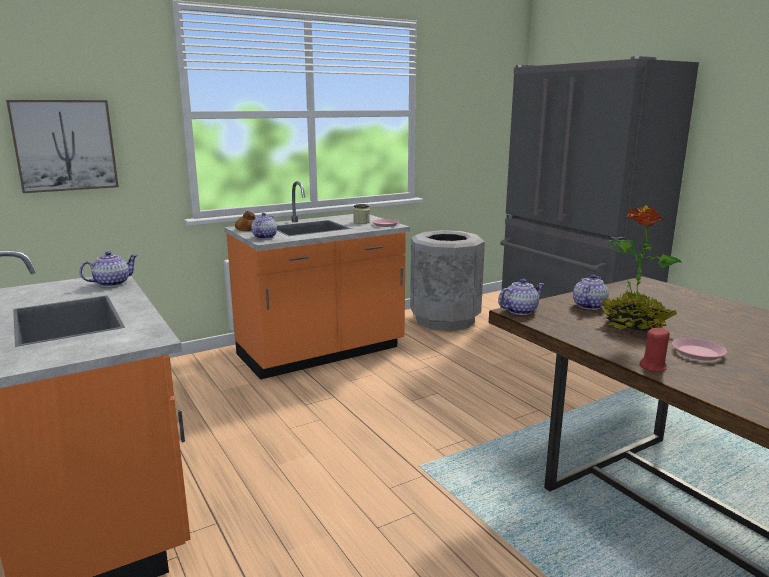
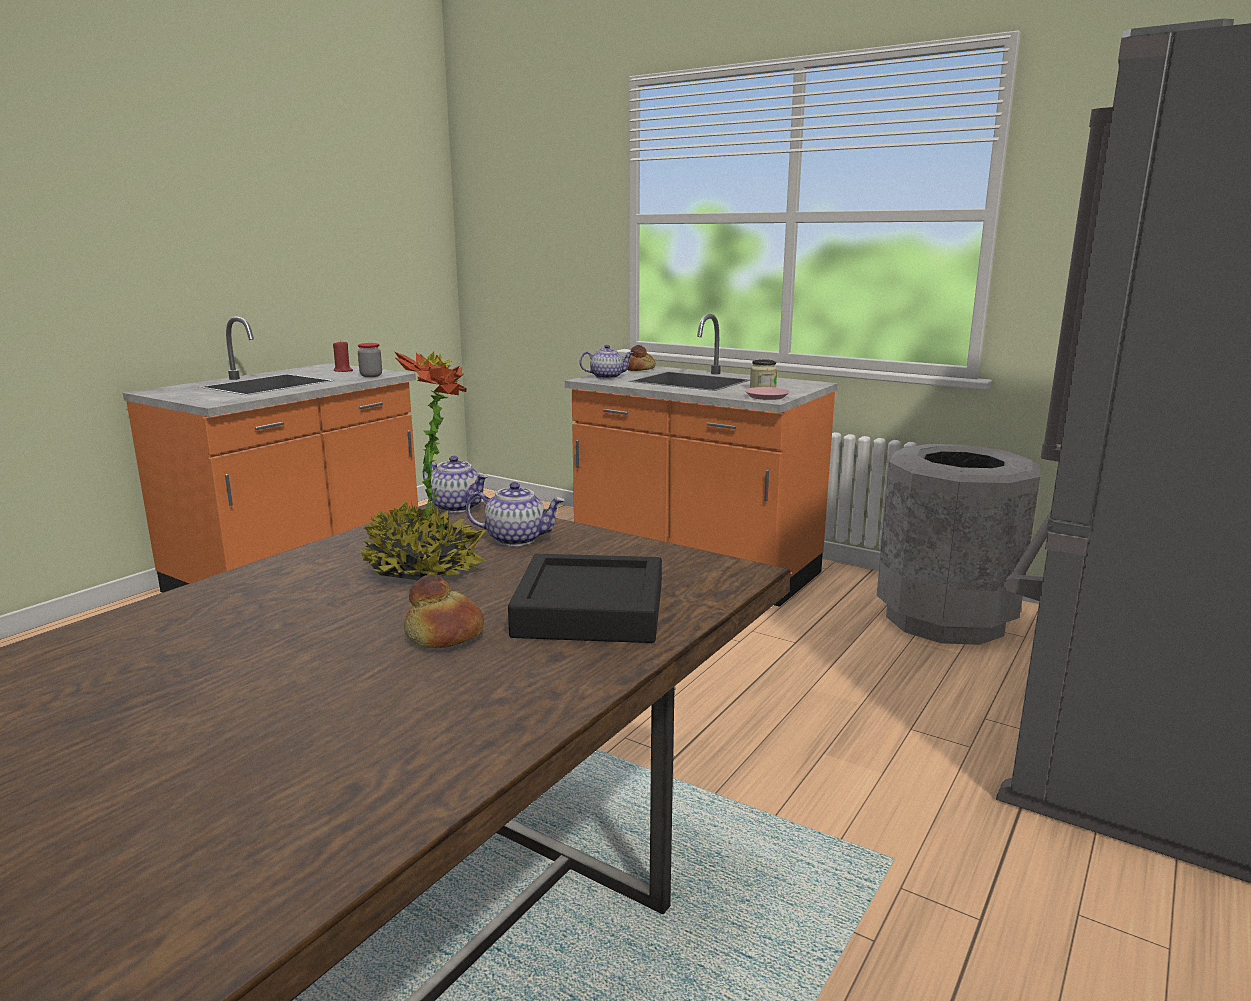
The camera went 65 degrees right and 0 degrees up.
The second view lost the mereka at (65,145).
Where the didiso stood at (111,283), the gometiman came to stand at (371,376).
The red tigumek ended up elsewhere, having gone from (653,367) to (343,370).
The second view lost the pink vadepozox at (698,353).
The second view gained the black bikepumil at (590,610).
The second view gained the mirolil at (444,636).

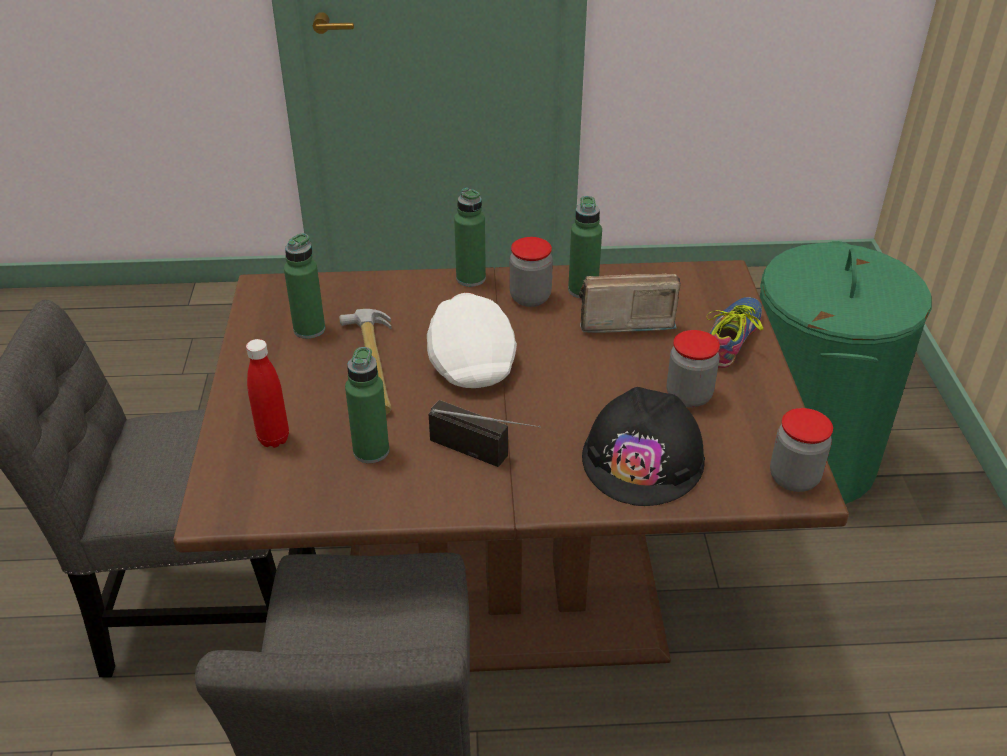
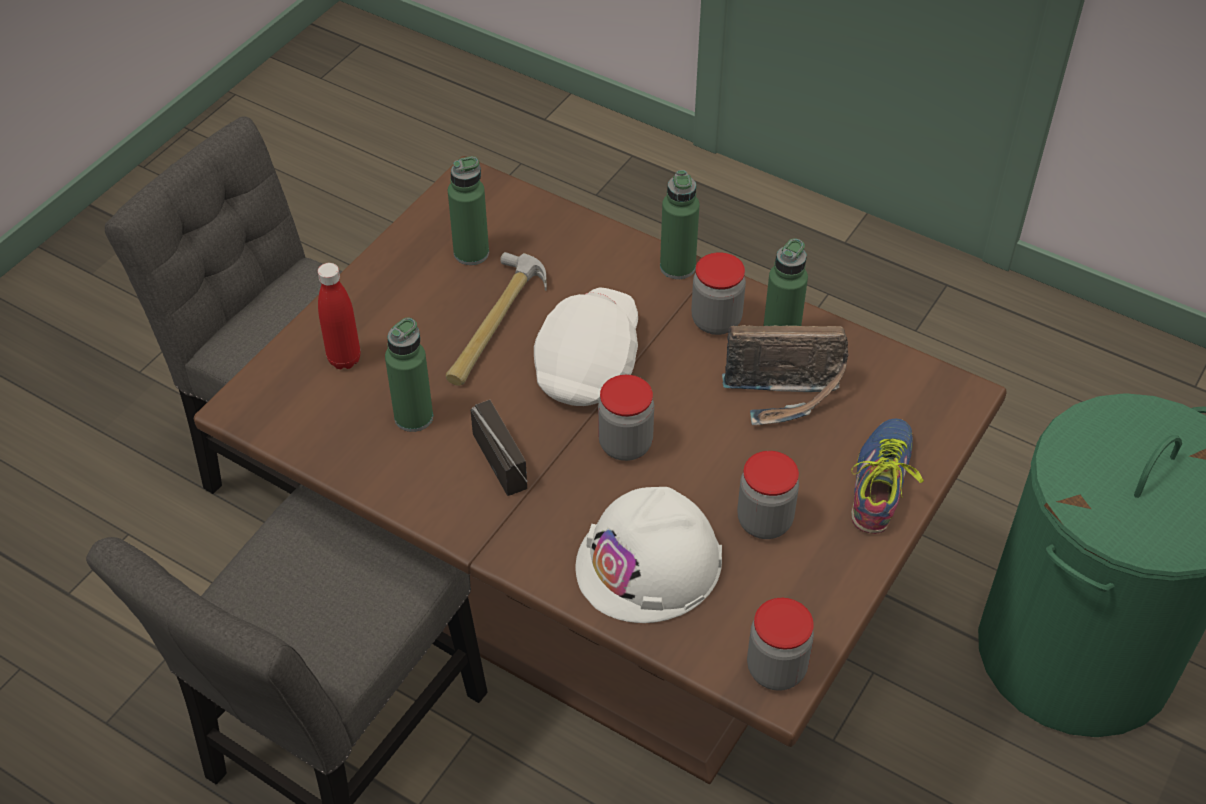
The camera went 35 degrees right and 10 degrees up.
The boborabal at (622,320) ended up facing another way, 150 degrees clockwise from before.
The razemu at (736,339) ended up facing another way, 45 degrees counterclockwise from before.
What was the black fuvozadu at (643,458) turned into the white fuvozadu at (649,563).
The second view gained the gometiman at (625,444).

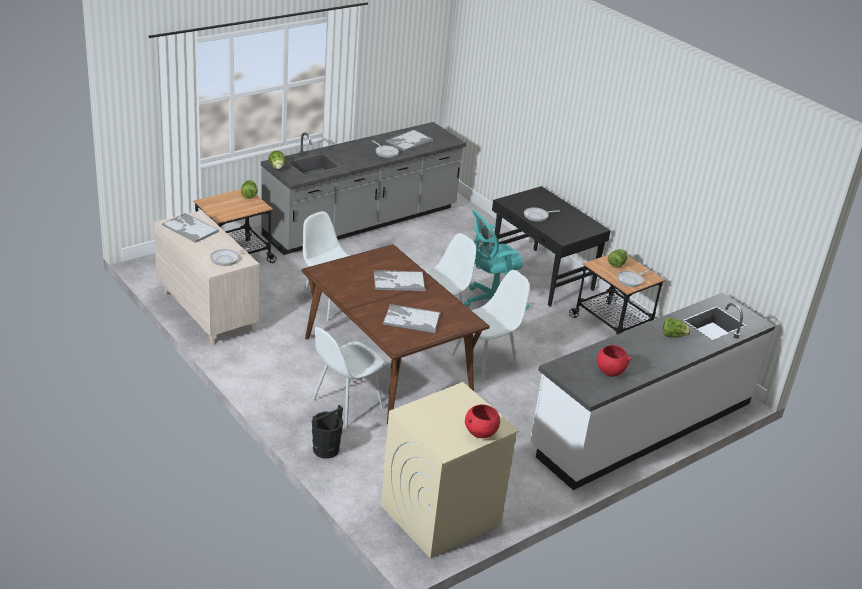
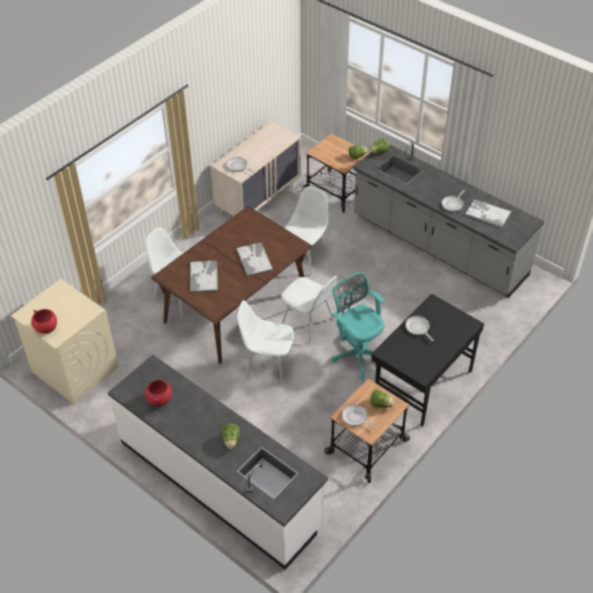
The camera went 80 degrees right and 15 degrees up.
The second view lost the bikepumil at (190,228).
The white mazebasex at (486,361) ended up facing another way, 150 degrees clockwise from before.
The second view lost the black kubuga at (325,449).

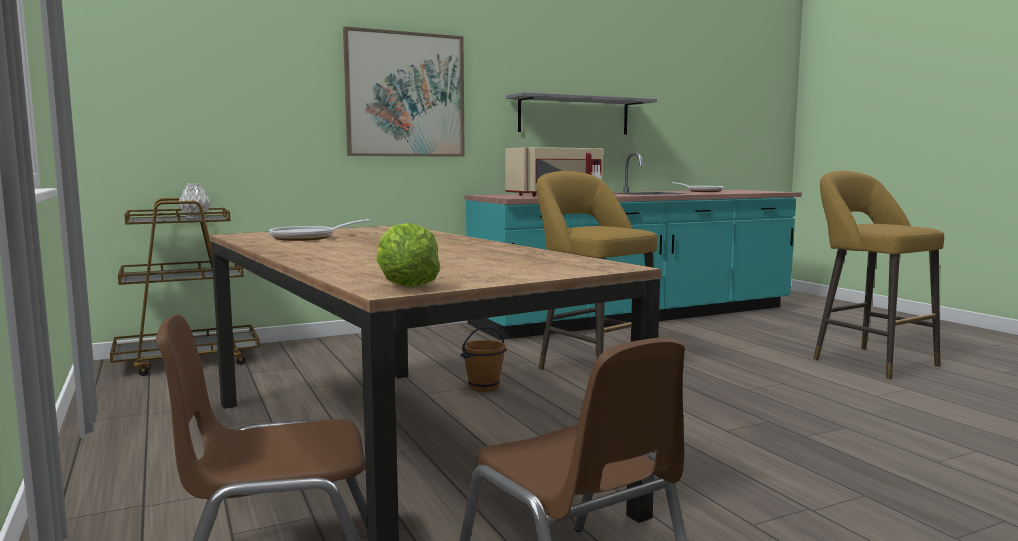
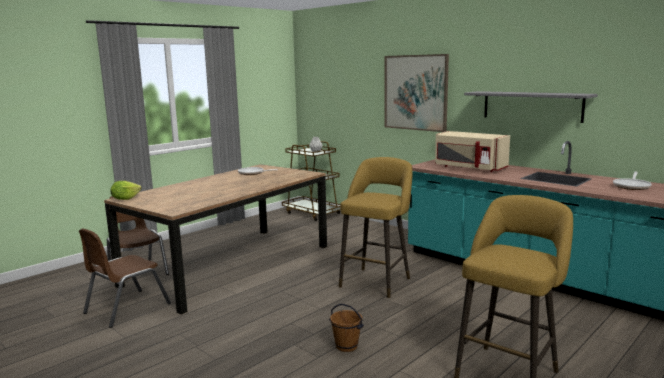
The camera went 70 degrees right and 5 degrees up.
The brown kubuga ended up elsewhere, having gone from (483,387) to (347,346).

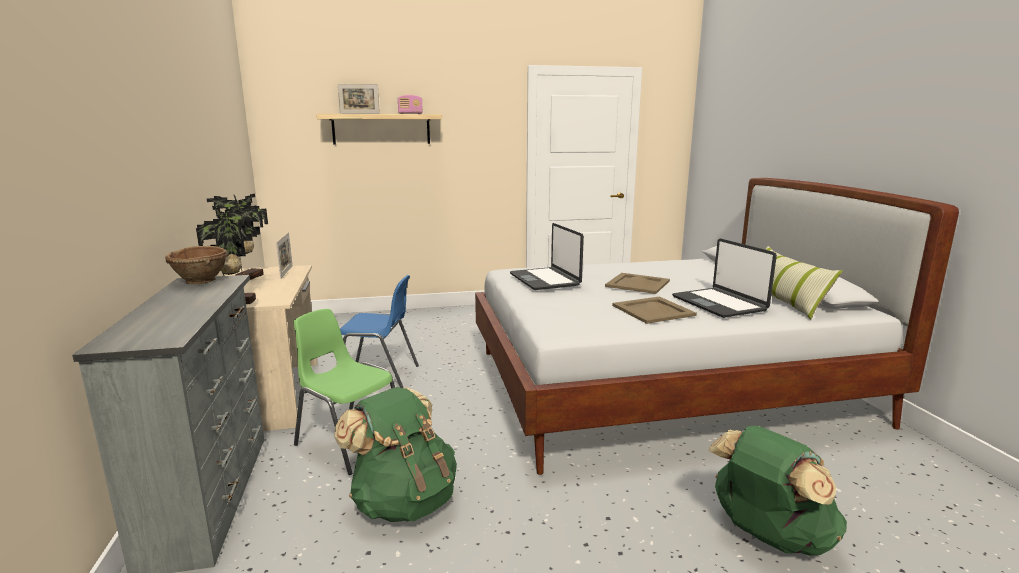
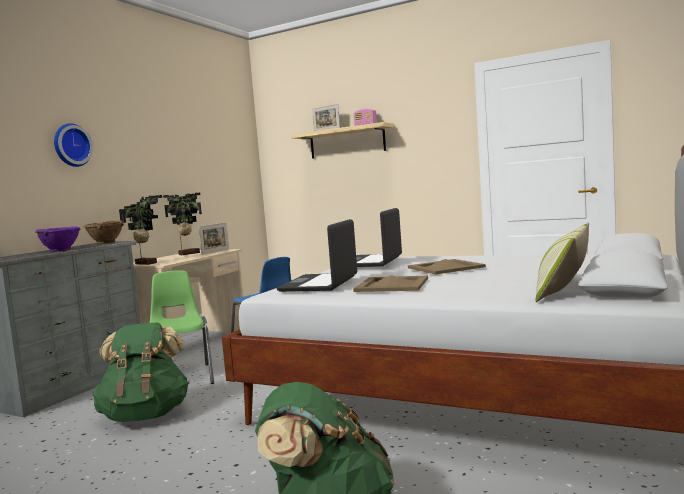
The camera went 40 degrees right and 10 degrees down.
The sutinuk ended up elsewhere, having gone from (719,304) to (320,284).
The second view gained the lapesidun at (71,145).
The second view gained the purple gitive at (60,250).

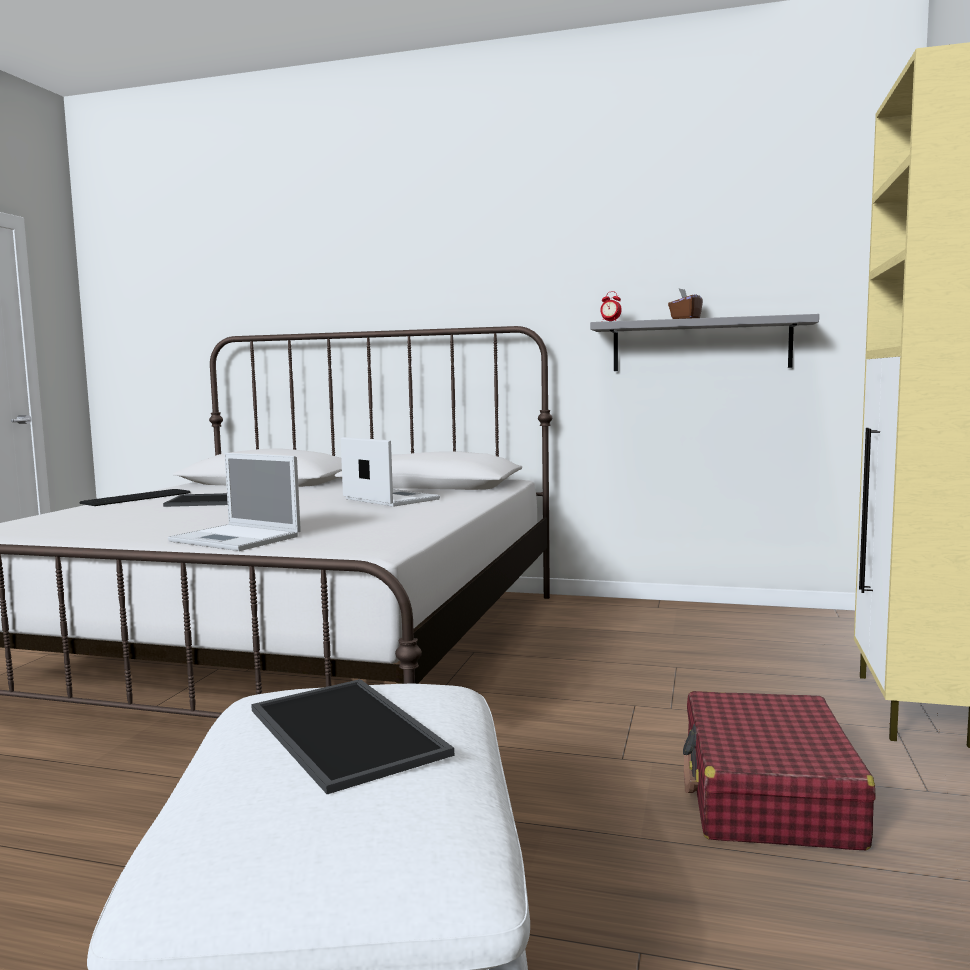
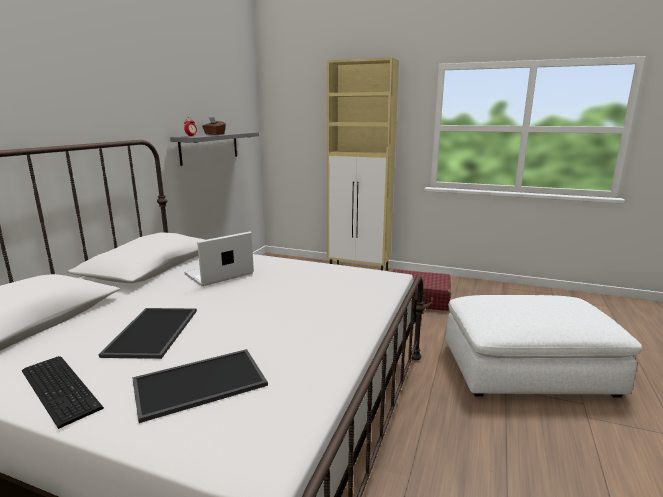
The camera went 85 degrees left and 10 degrees up.
The second view lost the sutinuk at (237,539).
The bikepumil ended up elsewhere, having gone from (341,732) to (198,384).

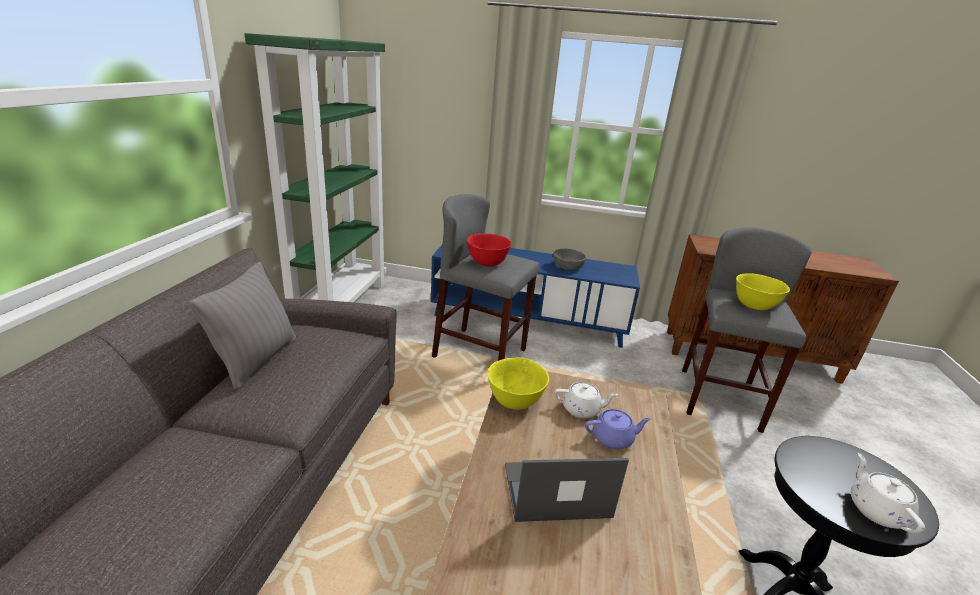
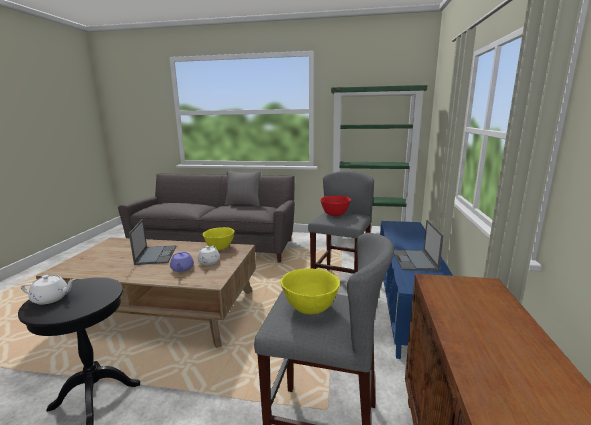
The camera went 90 degrees right and 10 degrees down.
Where the grey gitive stood at (568,266), the sutinuk came to stand at (414,260).

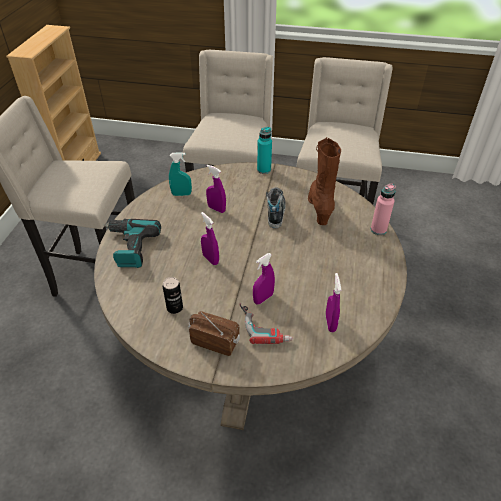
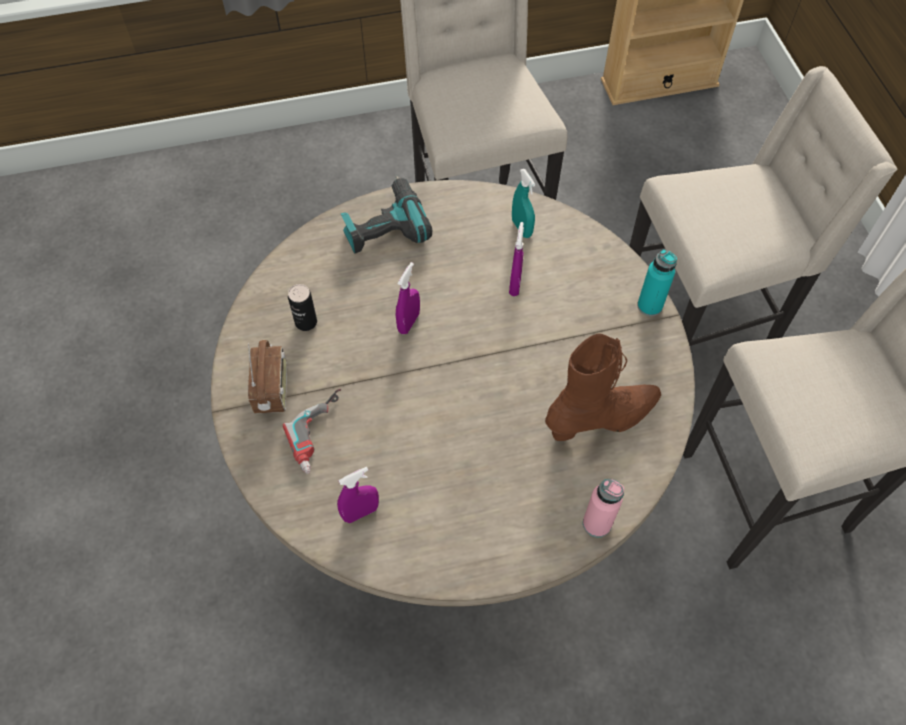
The camera went 65 degrees right and 15 degrees up.
The second view lost the razemu at (275,211).
The second view lost the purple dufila at (263,298).

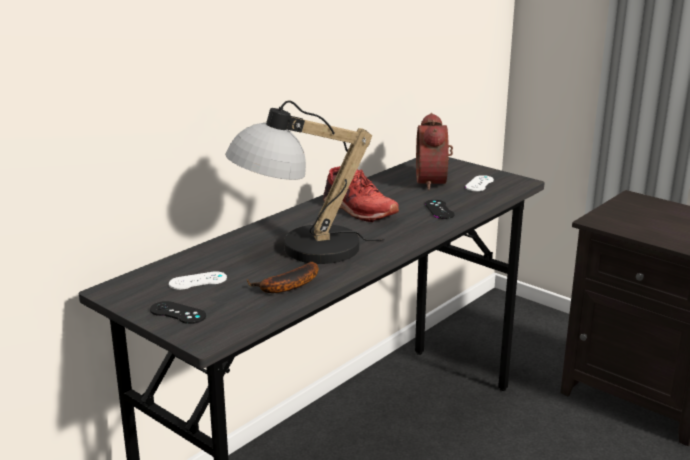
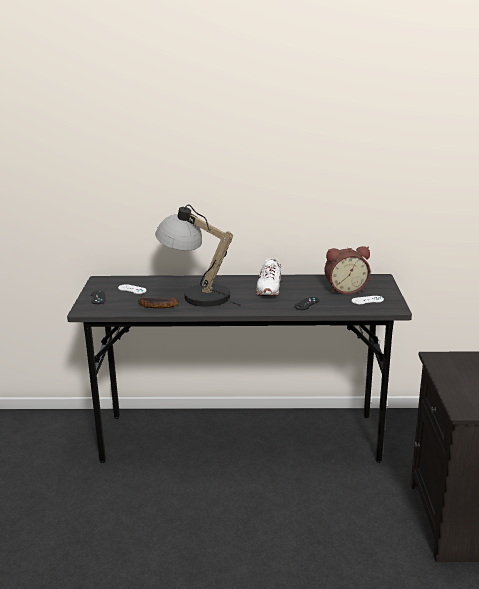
The camera went 50 degrees right and 0 degrees up.
The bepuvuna at (434,182) ended up facing another way, 150 degrees counterclockwise from before.
What was the red razemu at (358,209) turned into the white razemu at (269,287).

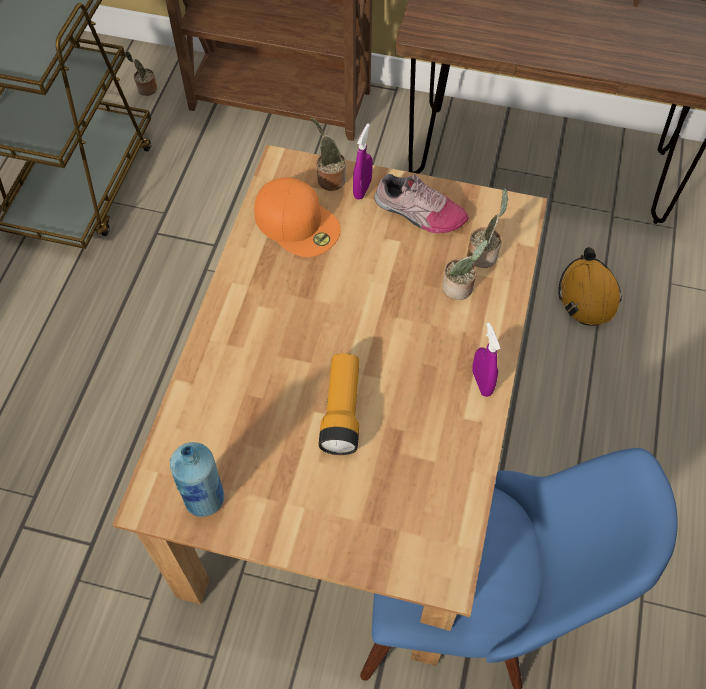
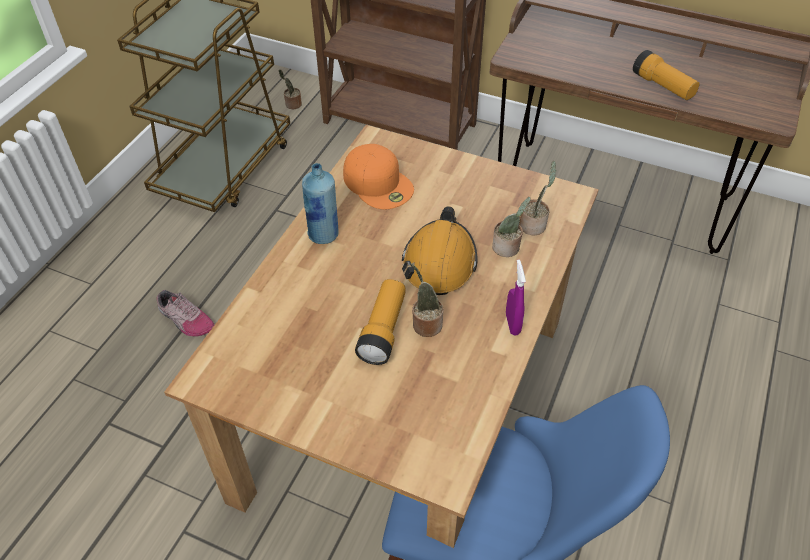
The camera went 10 degrees right and 10 degrees down.
The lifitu ended up elsewhere, having gone from (329,179) to (425,324).
The second view lost the purple dufila at (362,189).
The razemu ended up elsewhere, having gone from (419,213) to (185,320).
The orange fuvozadu ended up elsewhere, having gone from (587,295) to (439,262).
The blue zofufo ended up elsewhere, having gone from (205,499) to (324,235).
The second view gained the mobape at (662,86).

